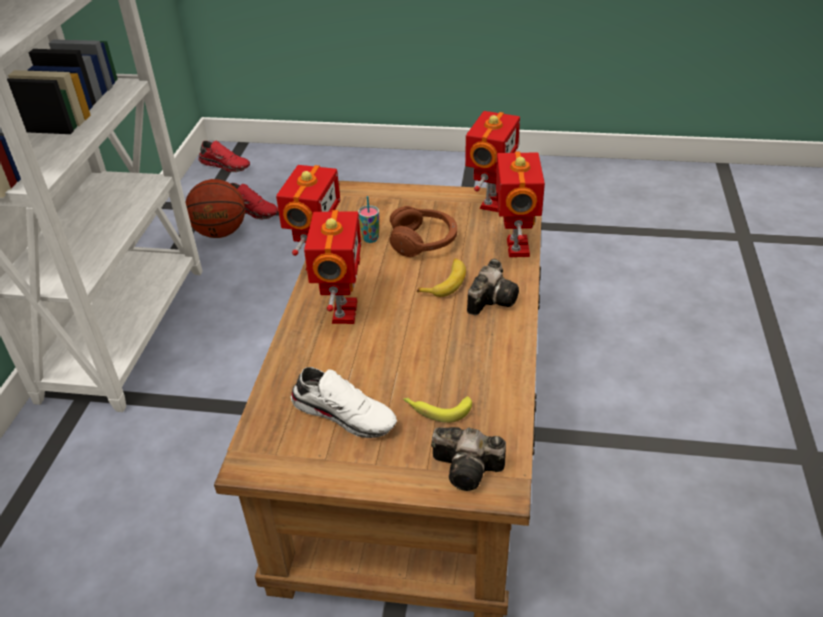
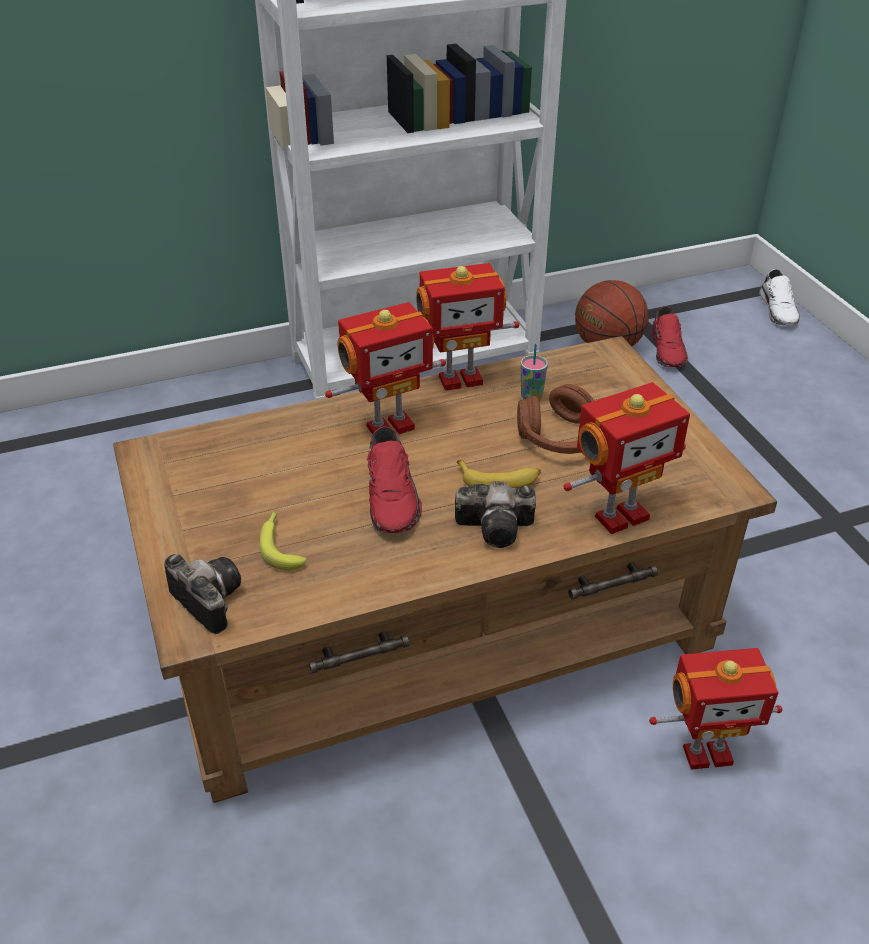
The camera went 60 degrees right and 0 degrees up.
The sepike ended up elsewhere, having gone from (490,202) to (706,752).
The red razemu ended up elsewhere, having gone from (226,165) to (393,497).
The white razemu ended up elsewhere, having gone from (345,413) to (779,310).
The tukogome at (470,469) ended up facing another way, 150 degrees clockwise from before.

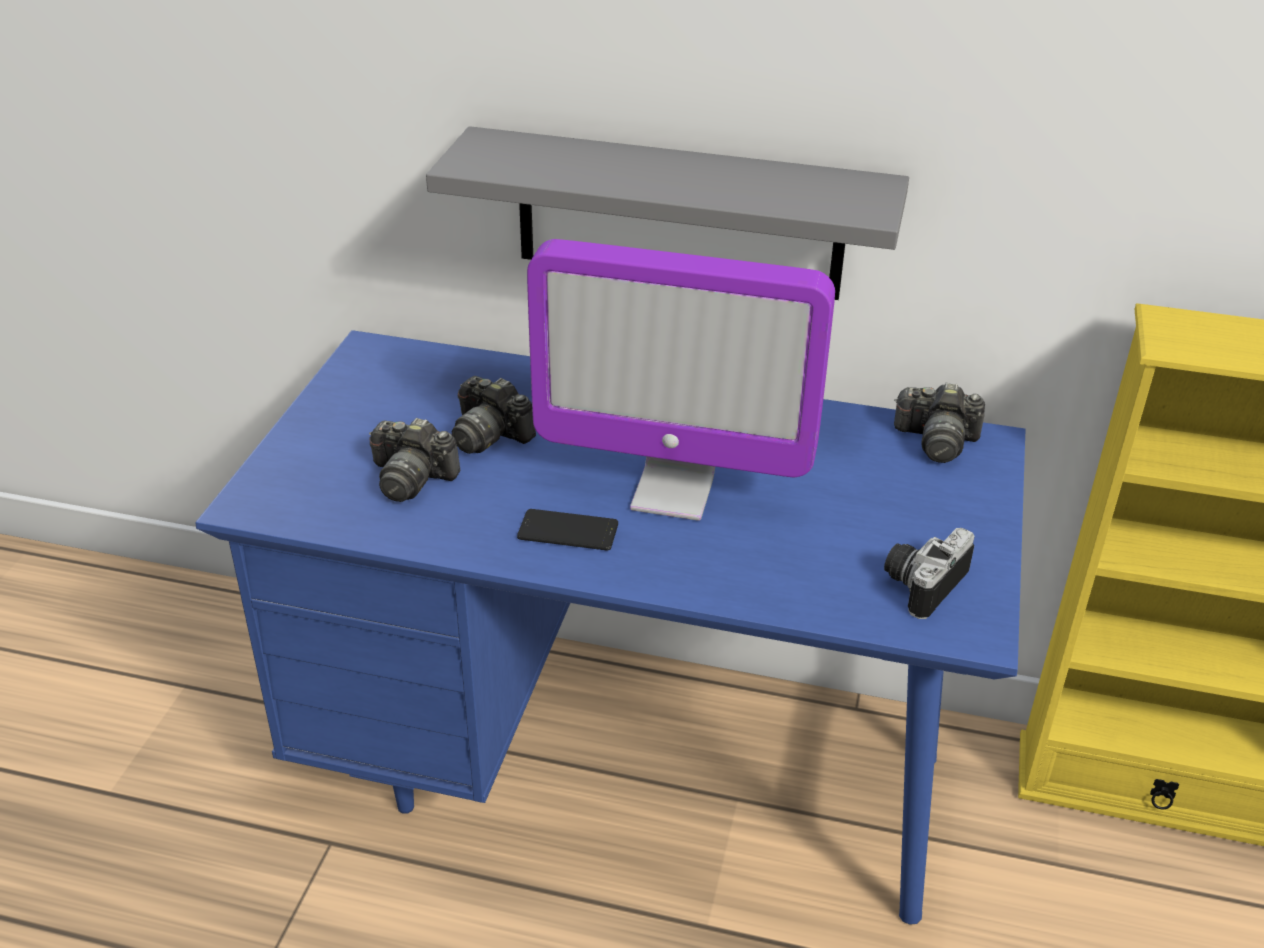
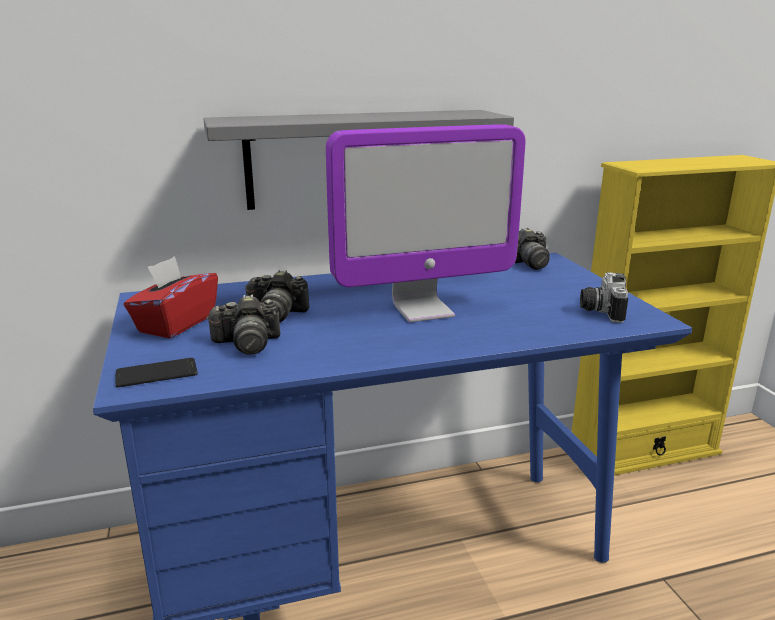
The camera went 30 degrees left and 15 degrees down.
The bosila ended up elsewhere, having gone from (568,531) to (156,374).
The second view gained the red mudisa at (176,324).

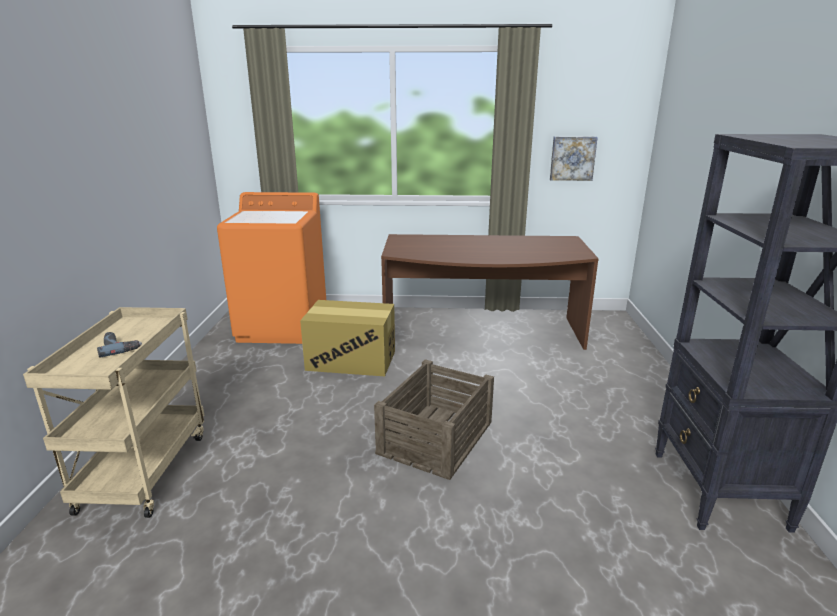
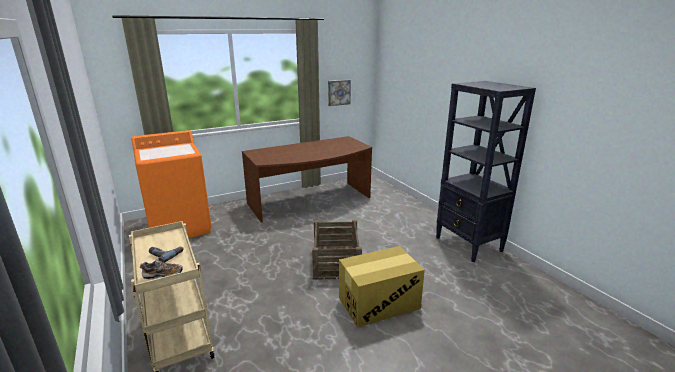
The camera went 30 degrees left and 0 degrees up.
The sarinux ended up elsewhere, having gone from (351,360) to (379,303).
The second view gained the razemu at (163,275).

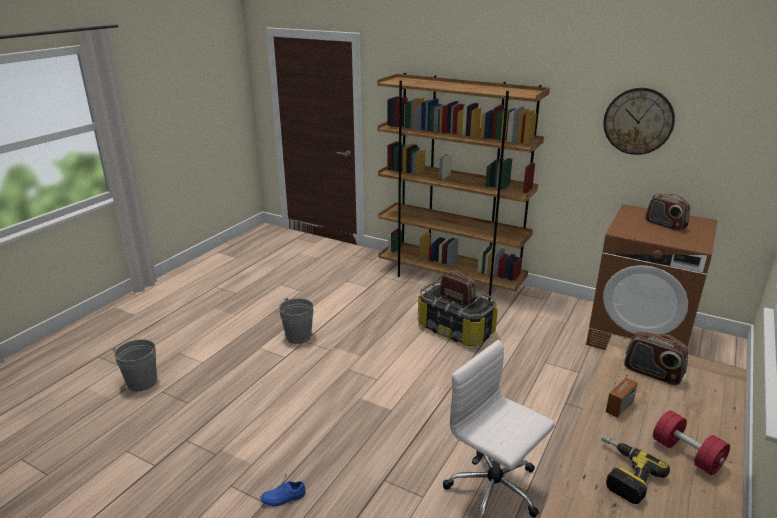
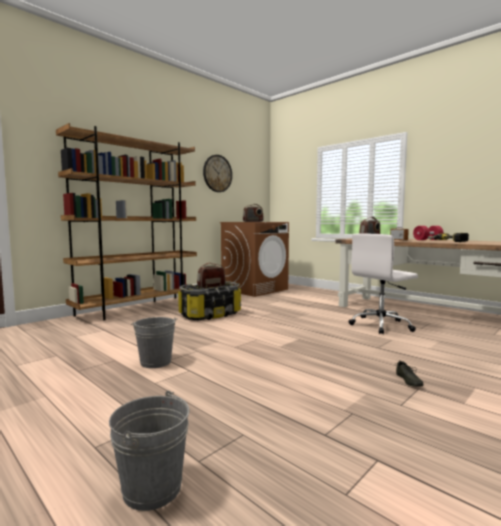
The camera went 75 degrees left and 20 degrees down.
What was the blue razemu at (283,496) turned into the grey razemu at (407,381).

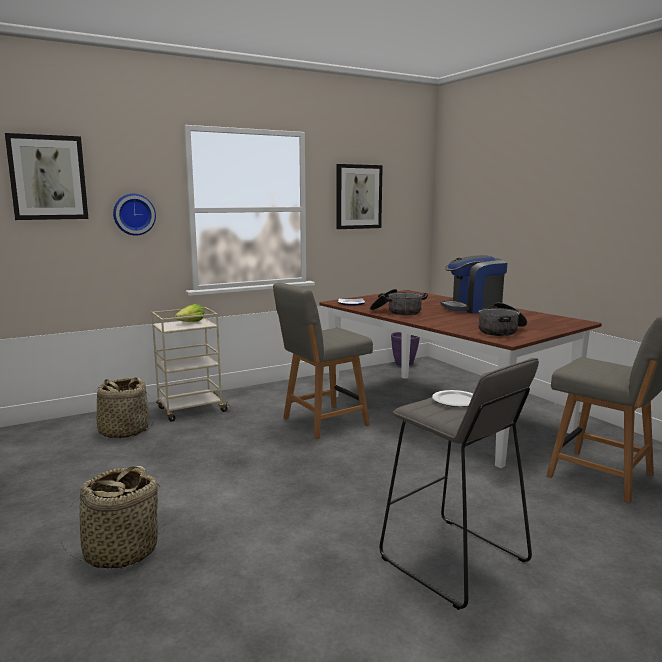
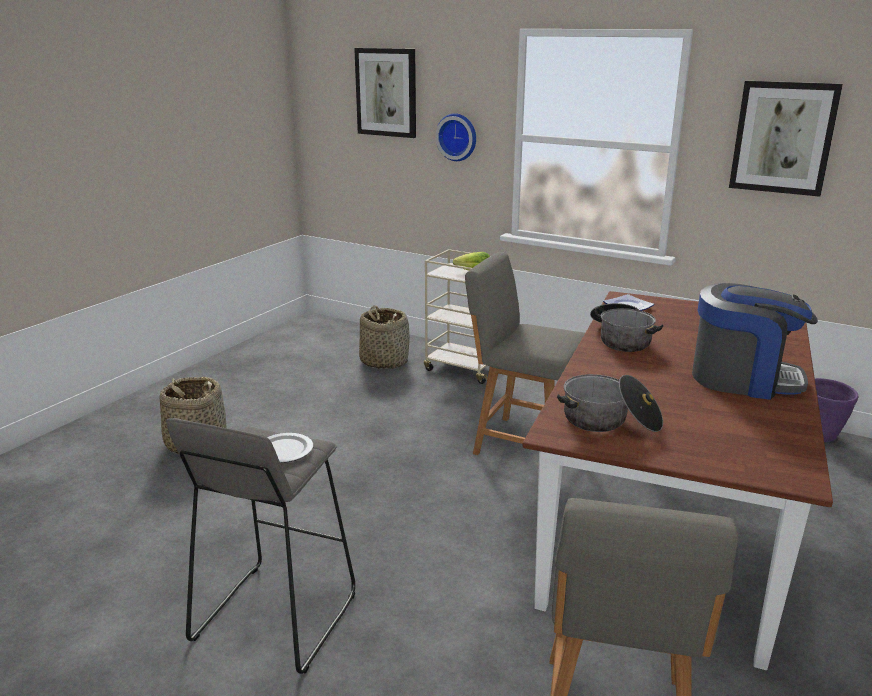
The camera went 60 degrees right and 10 degrees up.
The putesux at (473,308) ended up facing another way, 150 degrees clockwise from before.

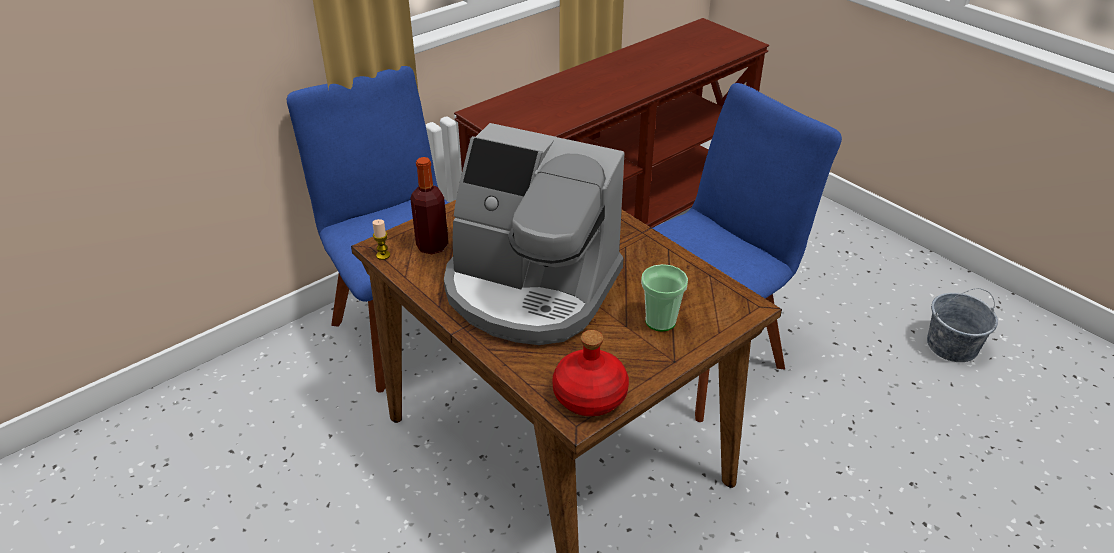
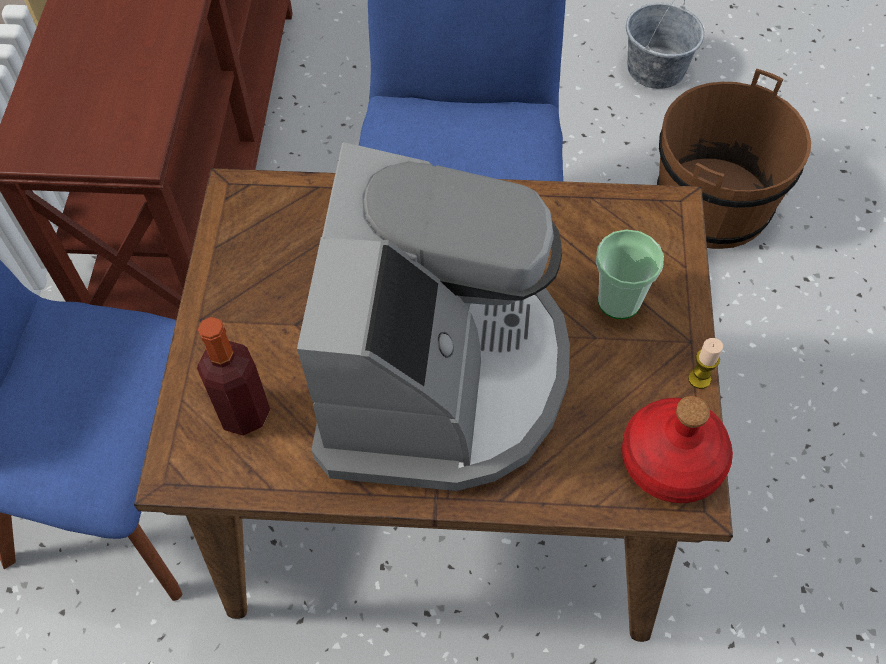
The camera went 45 degrees left and 20 degrees up.
The putesux at (530,289) ended up facing another way, 60 degrees counterclockwise from before.
The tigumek ended up elsewhere, having gone from (383,255) to (699,379).
The second view gained the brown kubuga at (712,204).

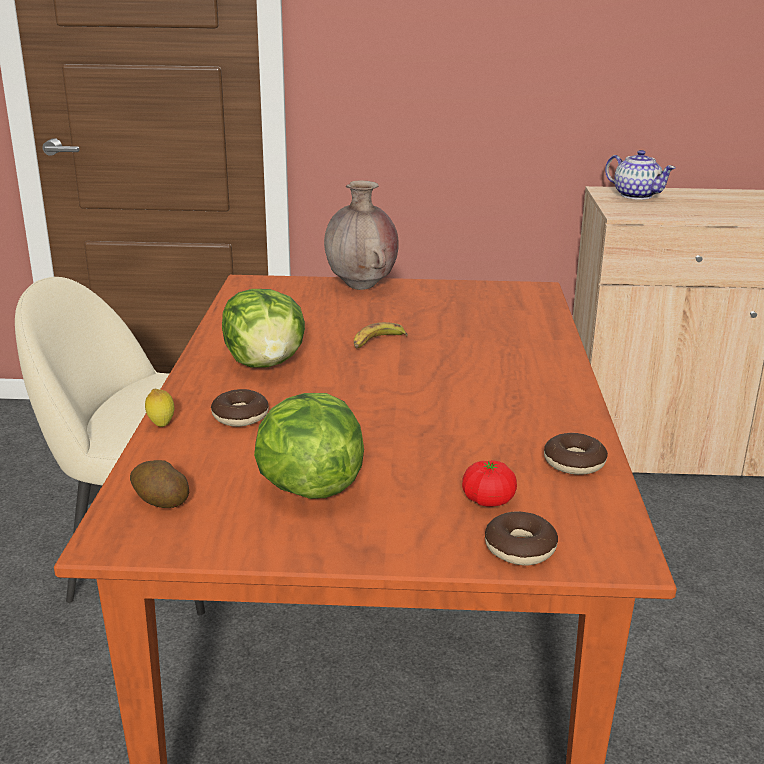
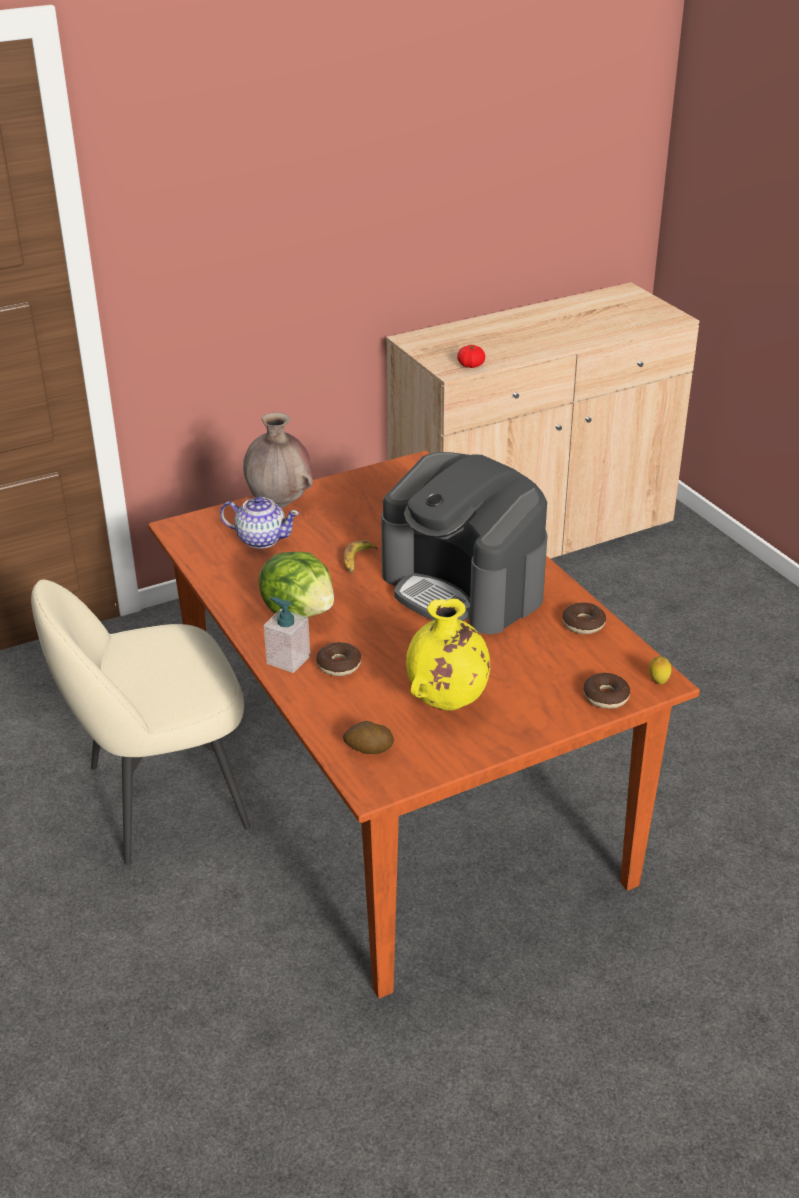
The camera went 30 degrees left and 10 degrees up.
The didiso ended up elsewhere, having gone from (636,195) to (261,539).
The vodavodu ended up elsewhere, having gone from (161,424) to (658,682).
Where the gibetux stood at (308,487), the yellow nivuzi came to stand at (447,703).
The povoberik ended up elsewhere, having gone from (488,500) to (471,365).
The second view gained the putesux at (464,586).
The second view gained the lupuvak at (288,660).

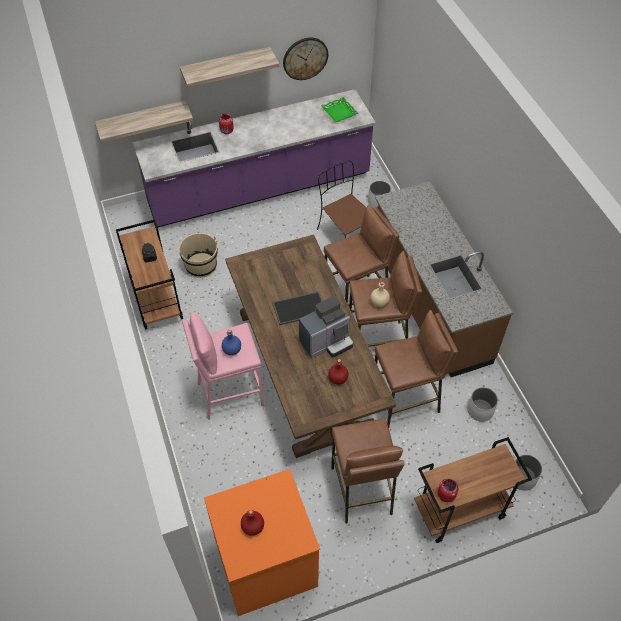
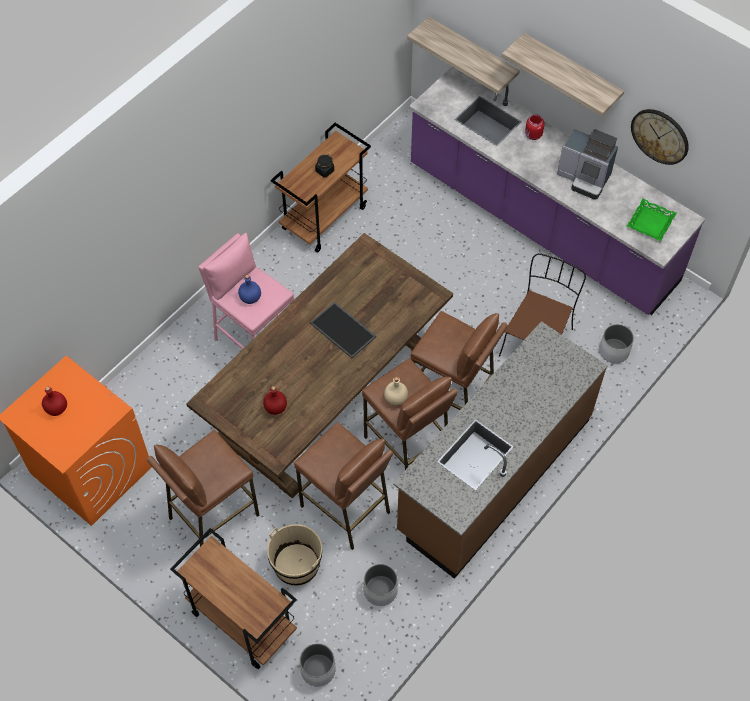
The camera went 60 degrees right and 5 degrees up.
The beige kubuga ended up elsewhere, having gone from (201,265) to (296,565).
The putesux ended up elsewhere, having gone from (327,342) to (585,178).
The second view lost the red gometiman at (446,494).

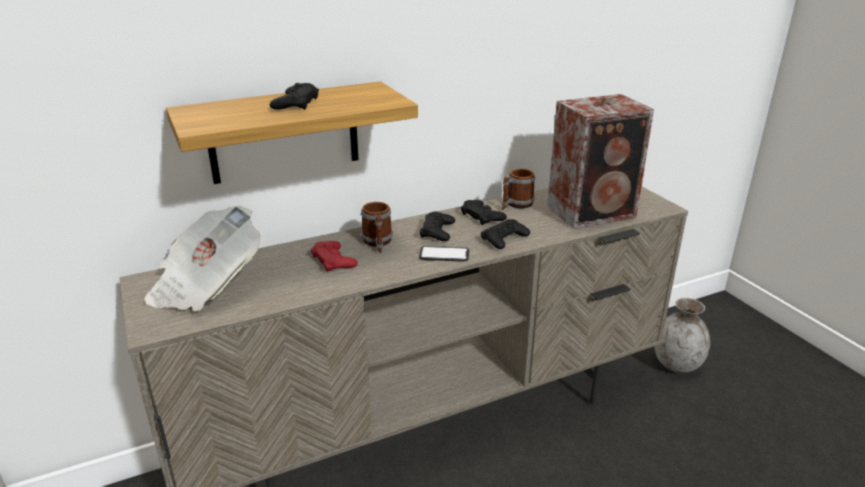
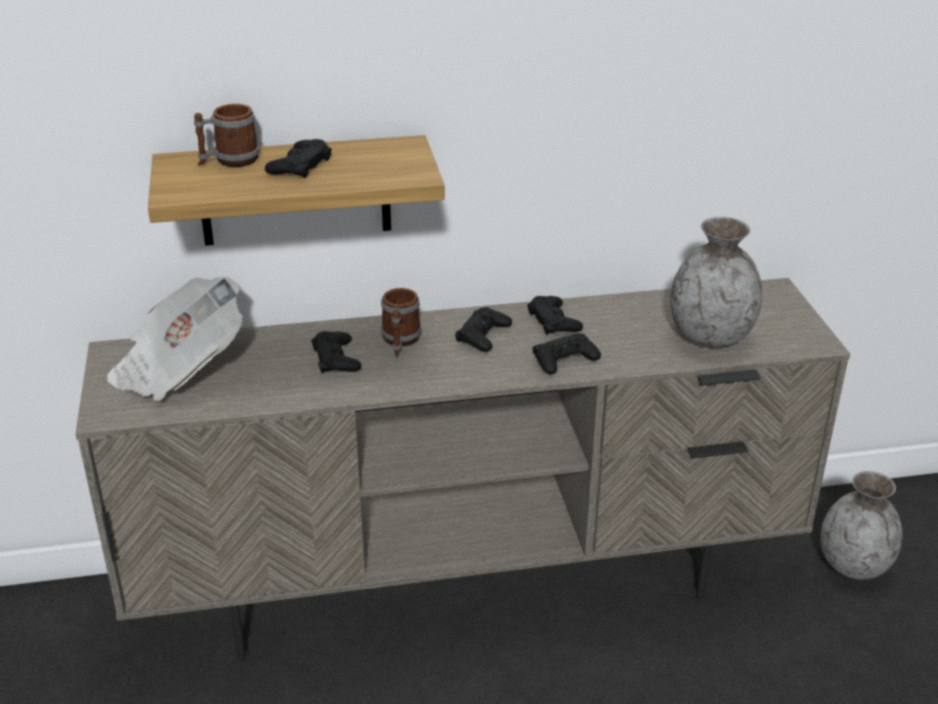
The camera went 15 degrees right and 5 degrees up.
Where the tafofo stood at (593,212), the grey nivuzi came to stand at (710,336).
The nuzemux ended up elsewhere, having gone from (515,205) to (229,160).
What was the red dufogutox at (333,261) turned into the black dufogutox at (336,358).
The second view lost the bosila at (444,254).

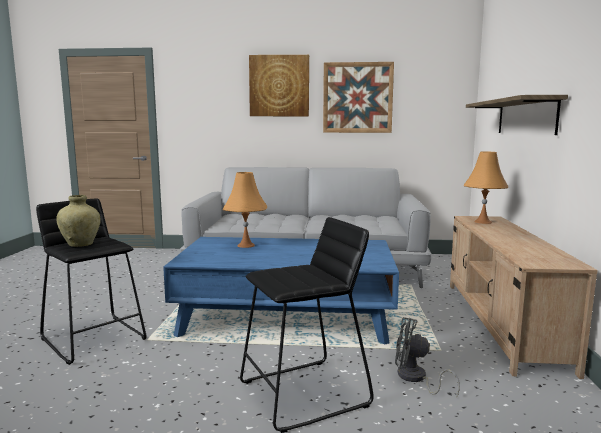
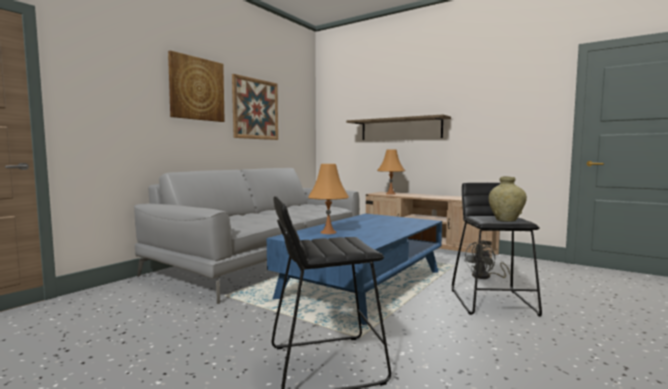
The camera went 60 degrees left and 5 degrees down.
The beige nivuzi ended up elsewhere, having gone from (81,244) to (506,220).

